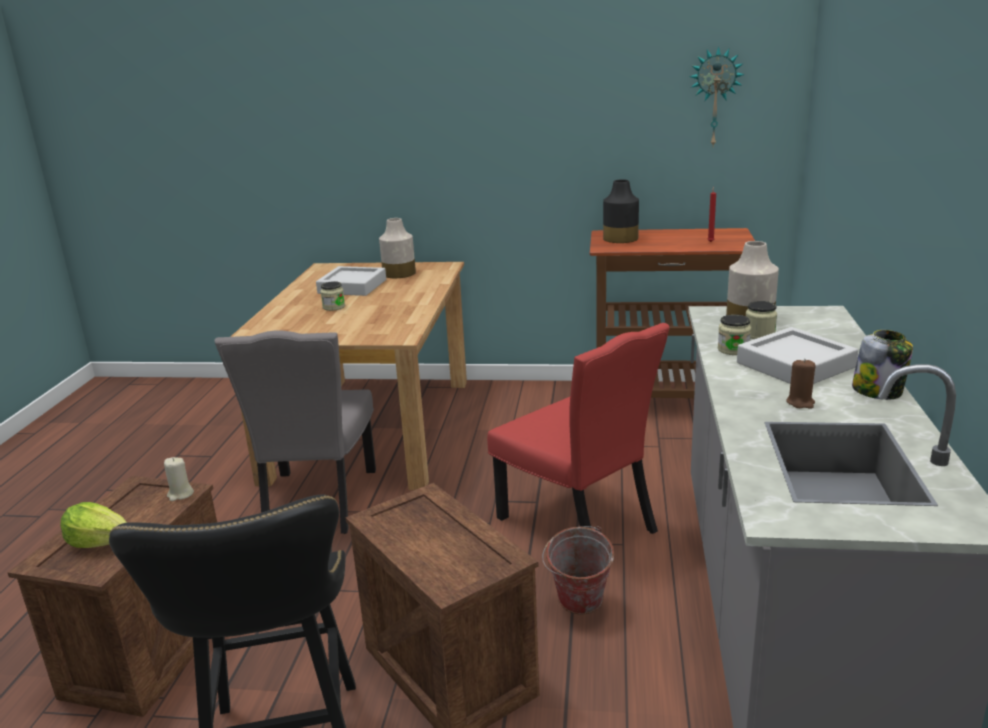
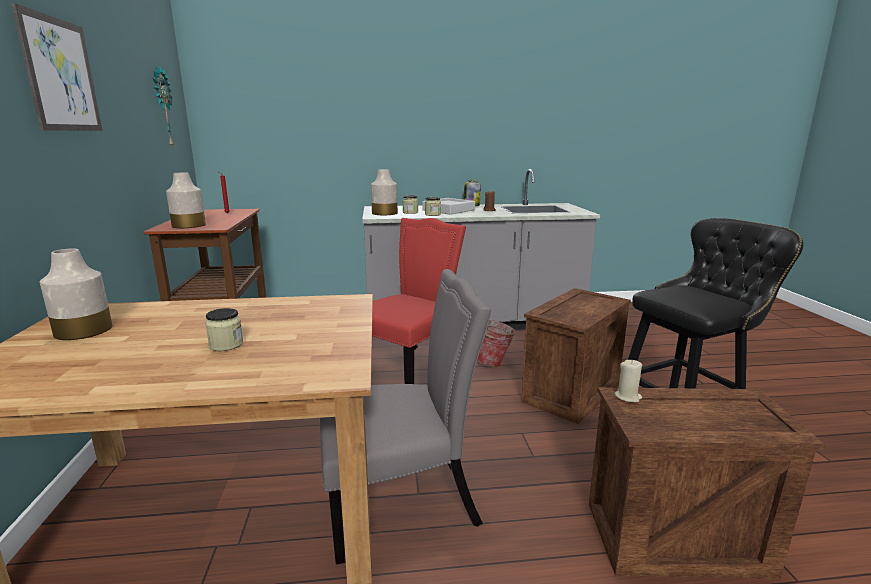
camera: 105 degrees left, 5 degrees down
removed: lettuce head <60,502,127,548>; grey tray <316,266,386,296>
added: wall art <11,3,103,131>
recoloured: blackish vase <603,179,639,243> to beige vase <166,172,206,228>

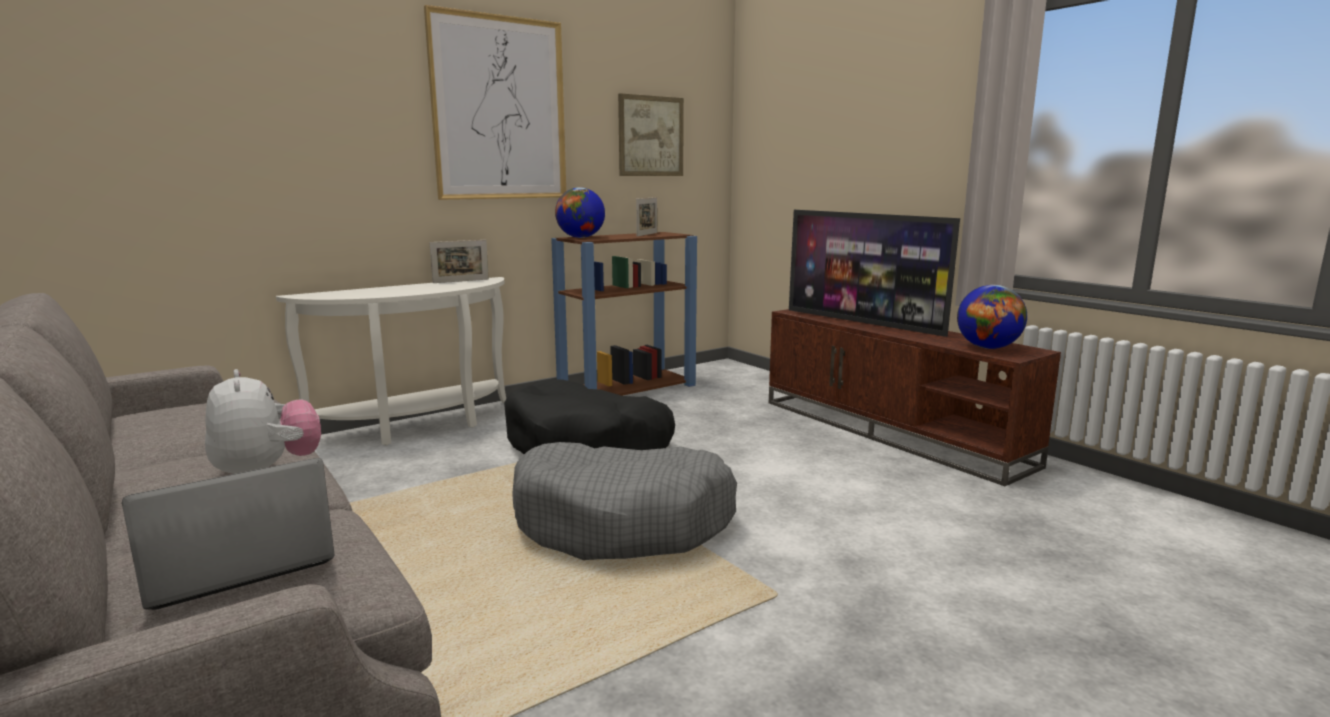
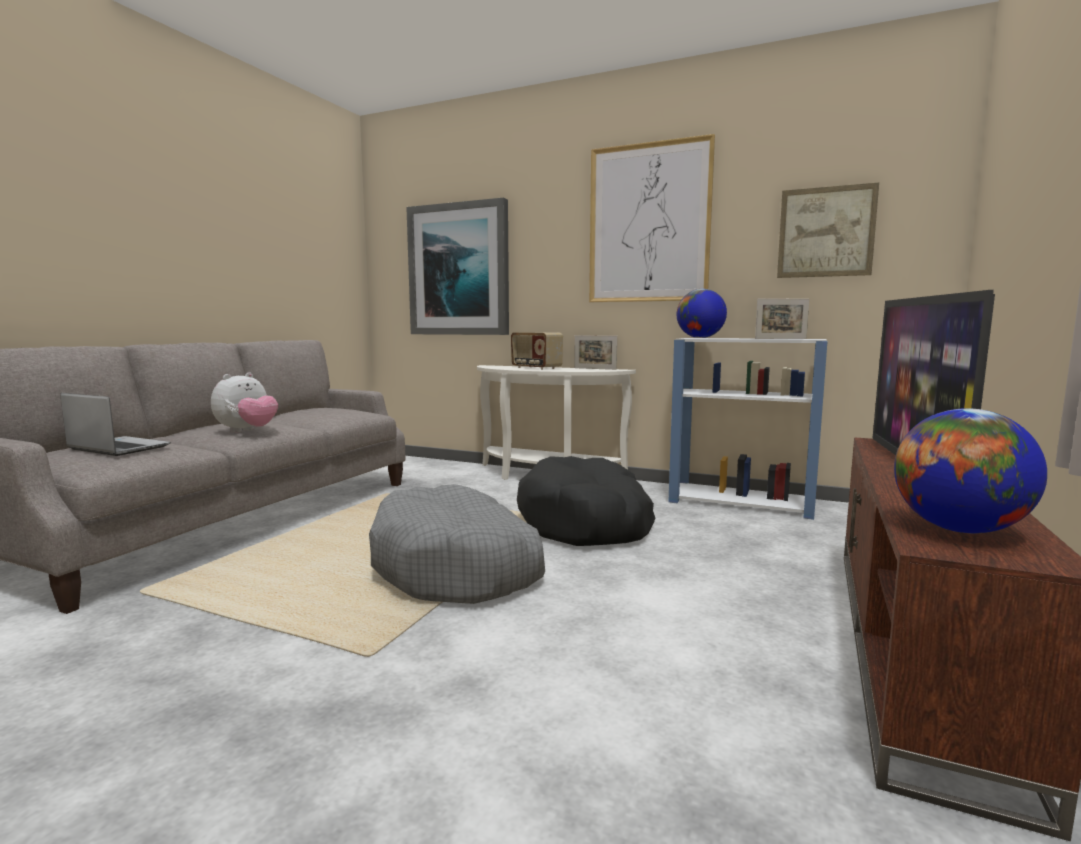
camera: 60 degrees right, 5 degrees down
added: wall art <406,198,509,335>; radio <511,332,563,370>
recoloured: brownish shelving unit <551,232,697,396> to white-coloured shelving unit <668,338,828,520>

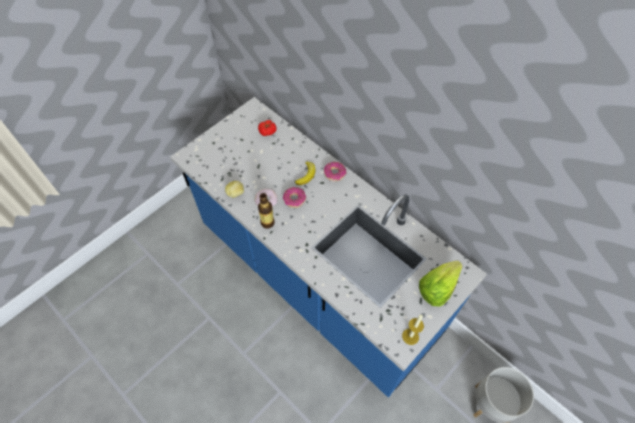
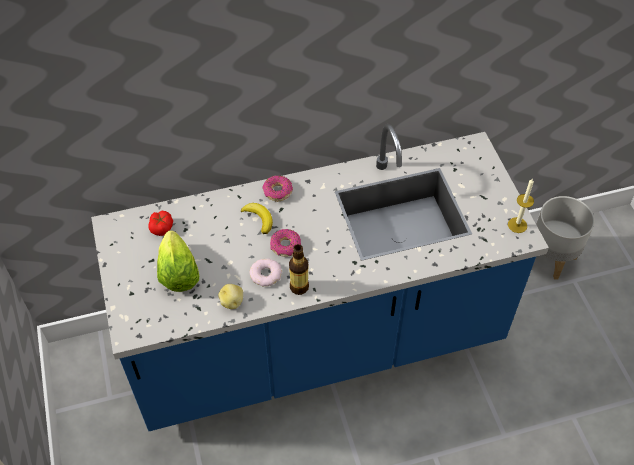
camera: 60 degrees left, 5 degrees down
moved: lettuce head <419,261,463,306> to <157,230,199,292>

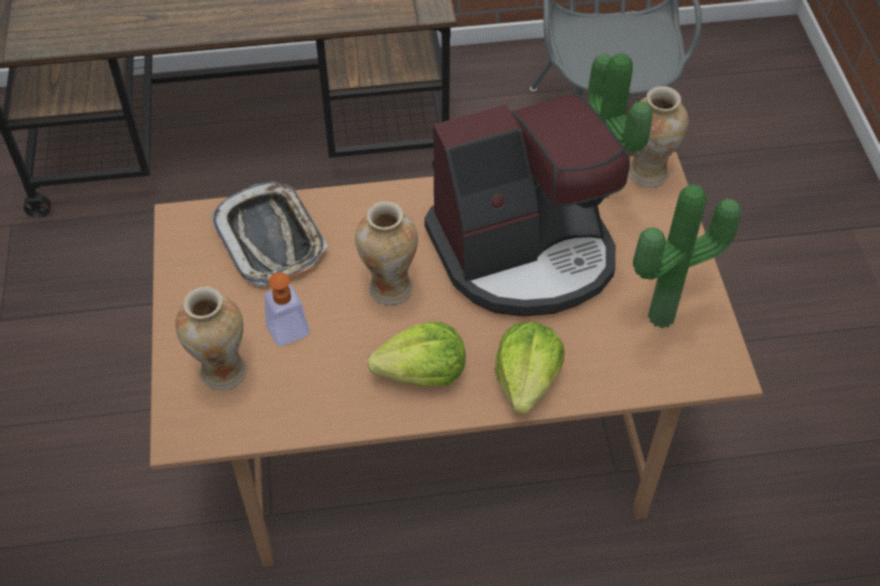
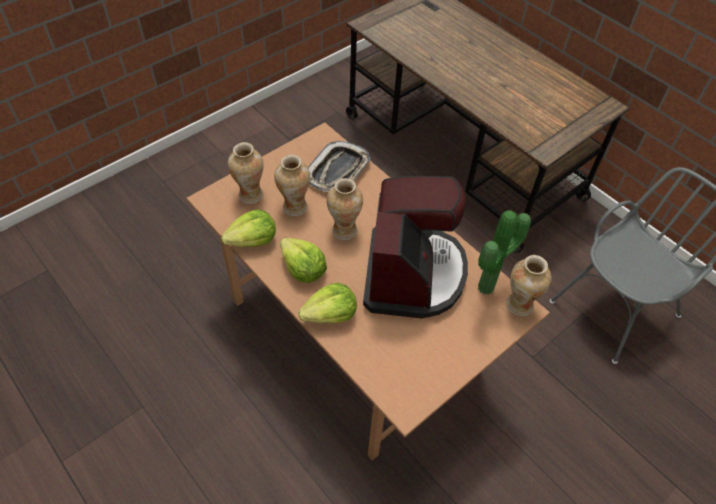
camera: 55 degrees right, 0 degrees up
removed: plant in a pot <633,184,741,328>
added: lettuce head <221,209,276,247>
replaced: liquid soap bottle <265,268,313,346> to vase <274,155,310,216>
turned: coffee machine <424,93,630,316> = <363,176,468,318> 120 degrees counterclockwise

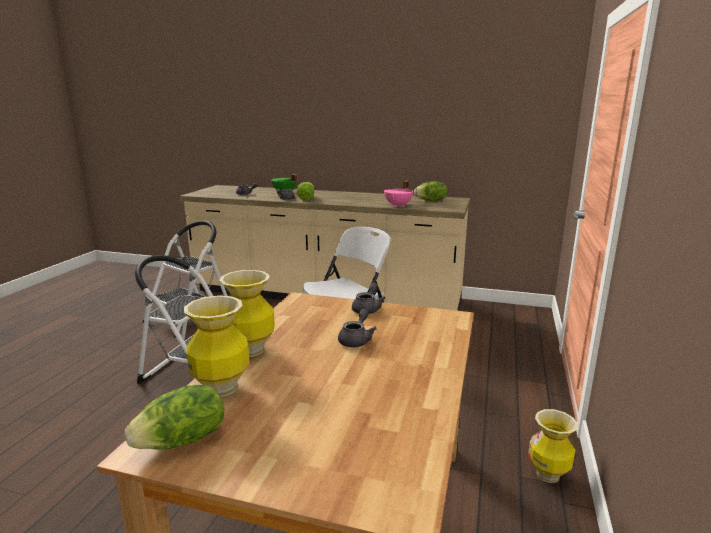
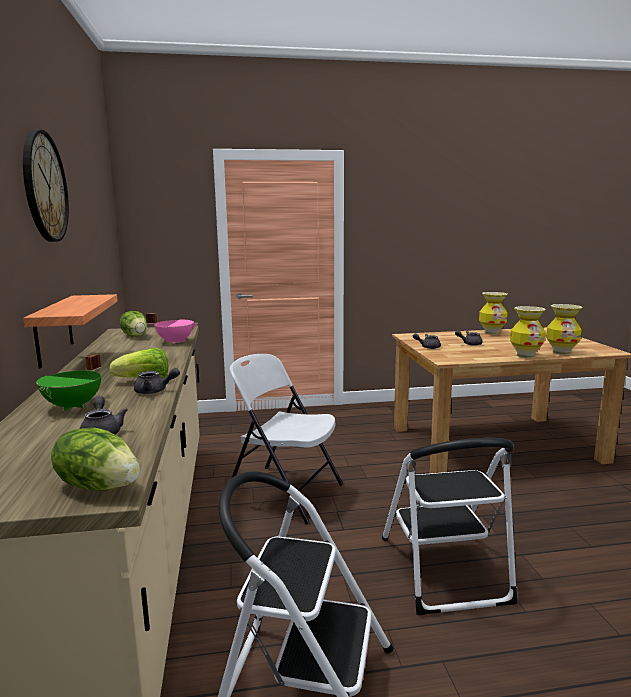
camera: 115 degrees left, 5 degrees down
added: clock on the wall <23,129,69,242>; shelf <23,294,118,368>
moved: lettuce head <125,385,224,450> to <51,427,140,491>; vase <528,409,578,483> to <479,292,508,335>

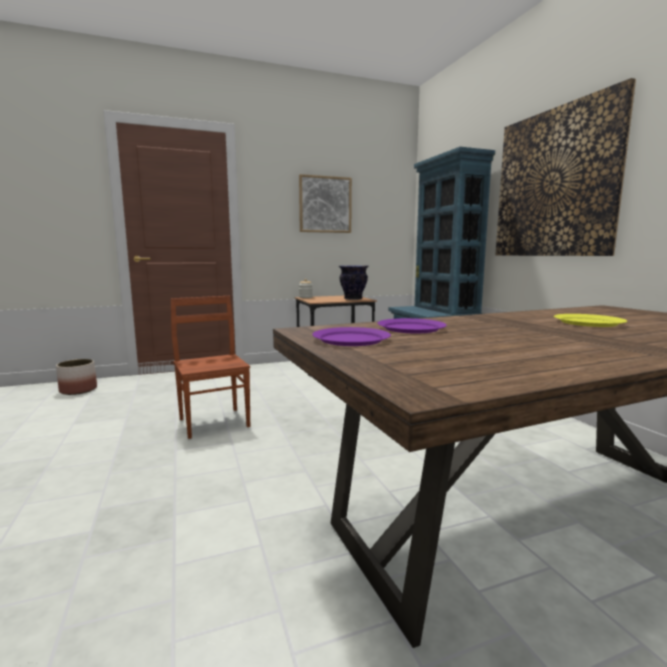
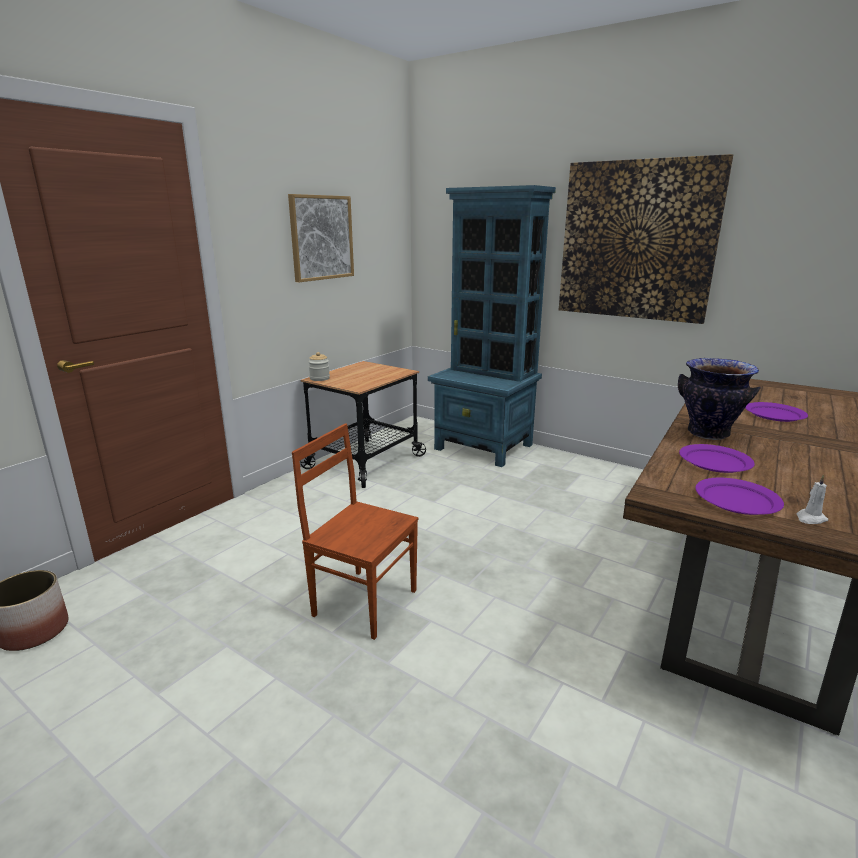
camera: 35 degrees left, 10 degrees up
added: white-coloured wax light <797,474,828,524>
moved: vase <339,265,369,300> to <678,358,761,440>
recoloured: yellowish flat dish <554,314,627,327> to purple-coloured flat dish <745,402,808,422>

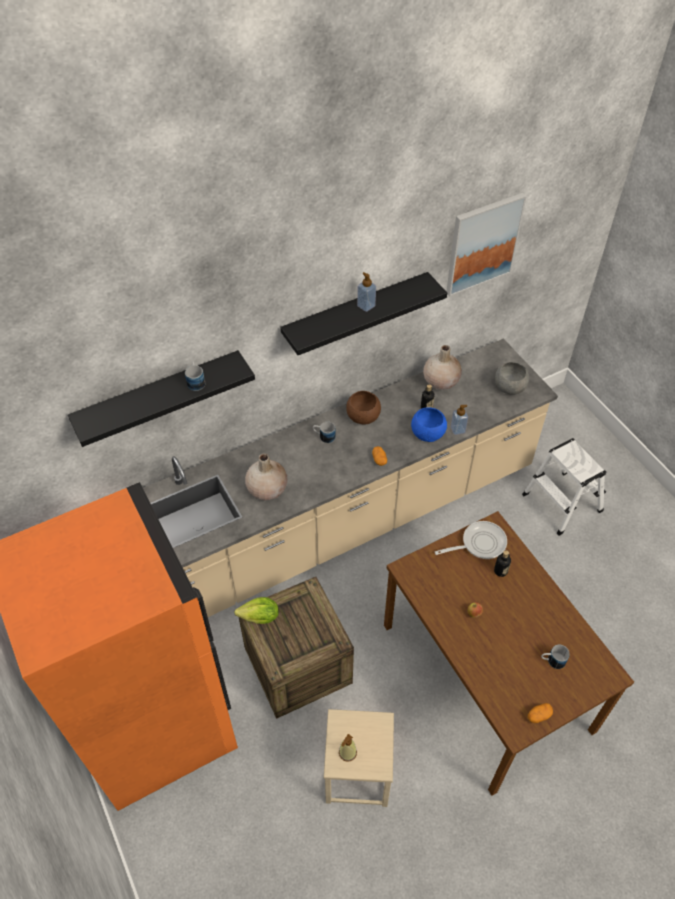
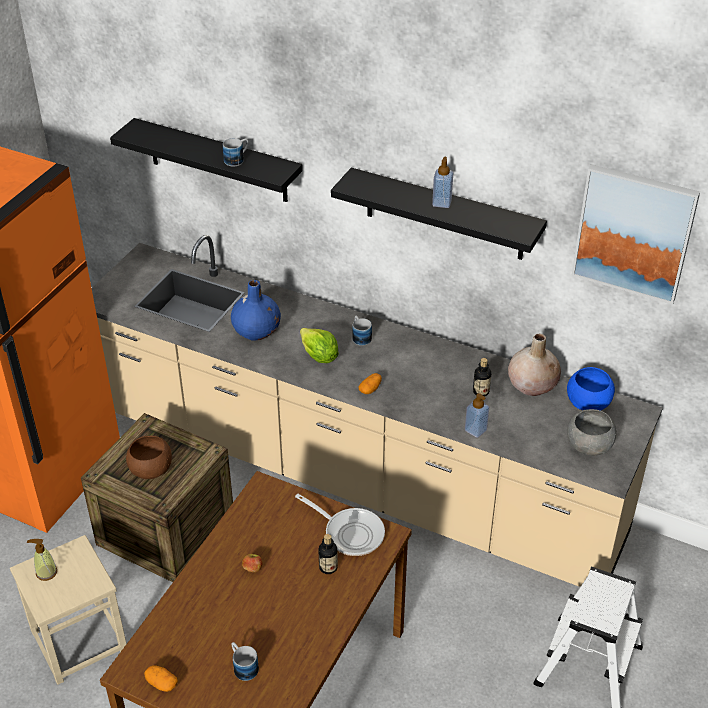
camera: 55 degrees right, 10 degrees down
moved: lettuce head <234,597,279,624> to <300,328,339,363>; brownish bowl <346,391,381,424> to <126,436,172,479>; blue-coloured bowl <411,407,447,442> to <567,367,615,411>
recoloured: beige vase <245,454,287,500> to blue-coloured vase <231,280,281,340>

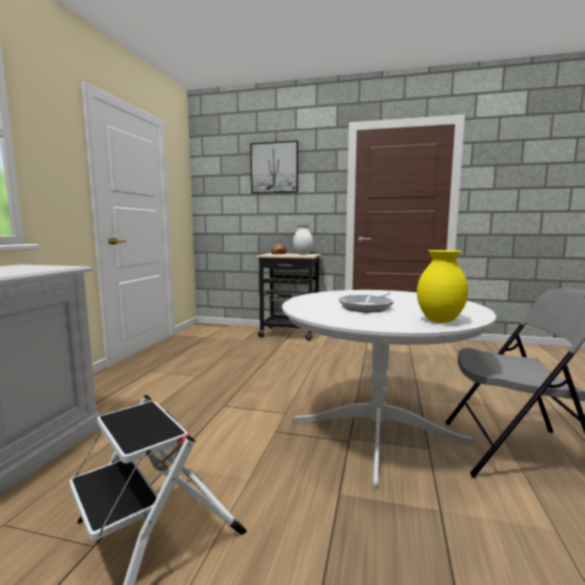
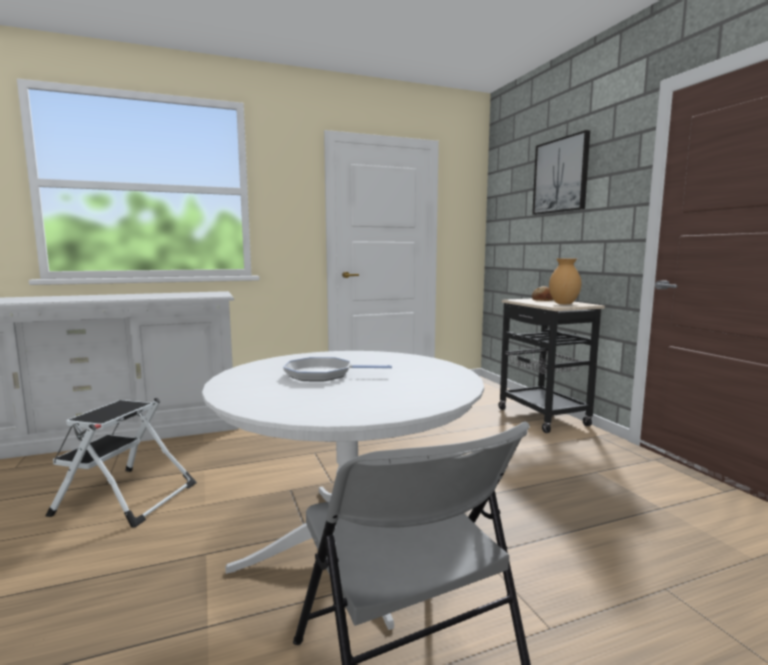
camera: 55 degrees right, 0 degrees up
removed: yellowish vase <417,250,468,323>
recoloured: white-coloured vase <293,224,313,255> to brownish vase <549,258,581,304>

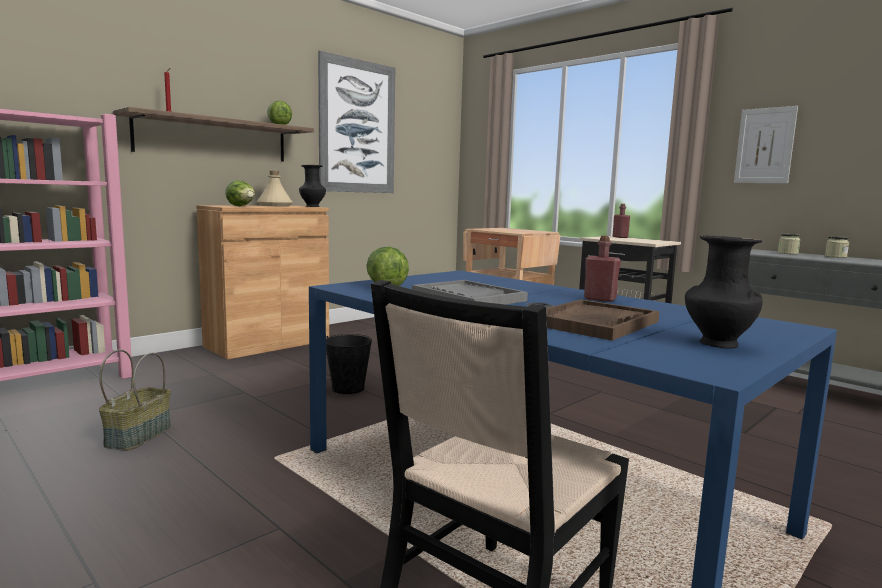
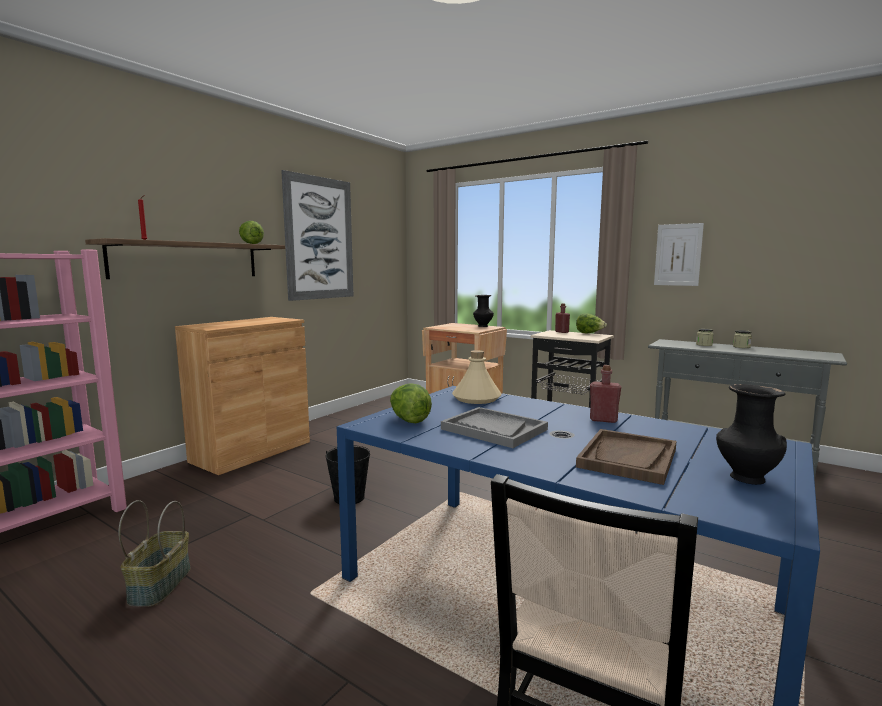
camera: 10 degrees left, 0 degrees up
moved: lettuce head <225,180,255,206> to <576,313,607,333>; beige beverage bottle <257,171,293,206> to <452,350,502,404>; blackish vase <299,165,326,207> to <473,295,494,327>

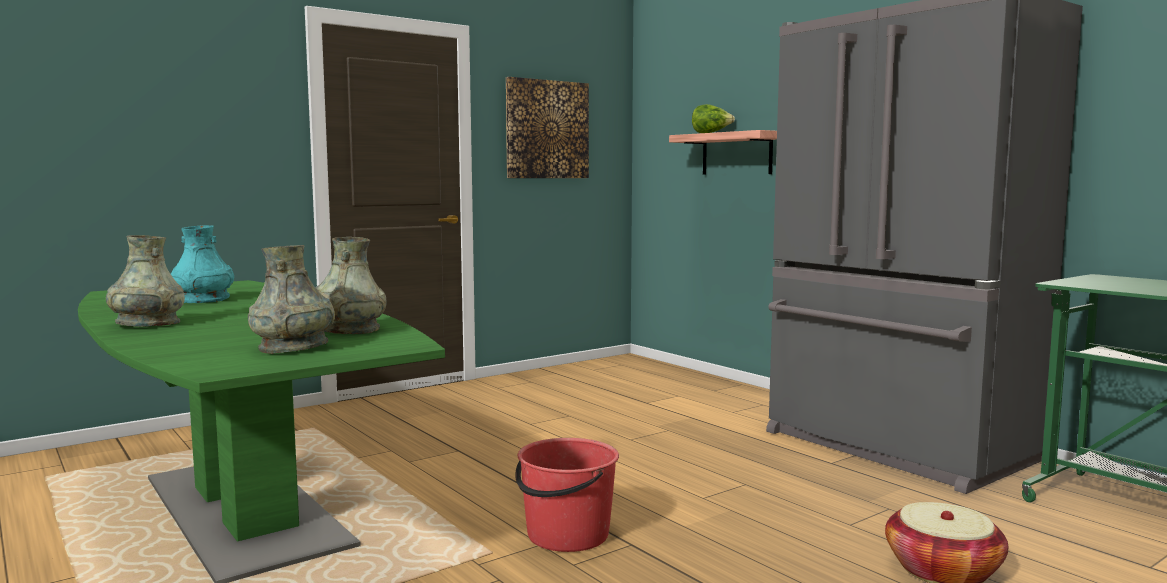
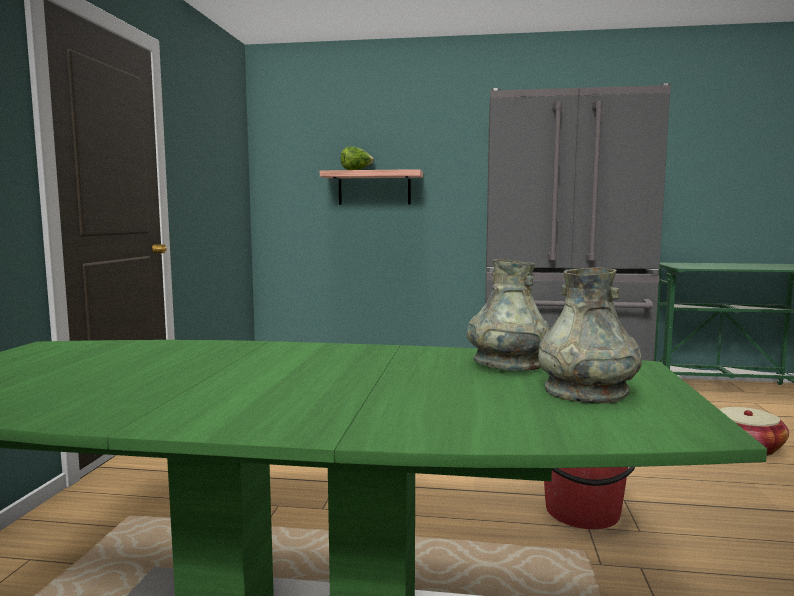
camera: 45 degrees left, 0 degrees up
removed: grey vase <106,235,185,327>; turquoise vase <171,225,234,303>; wall art <506,77,589,178>

